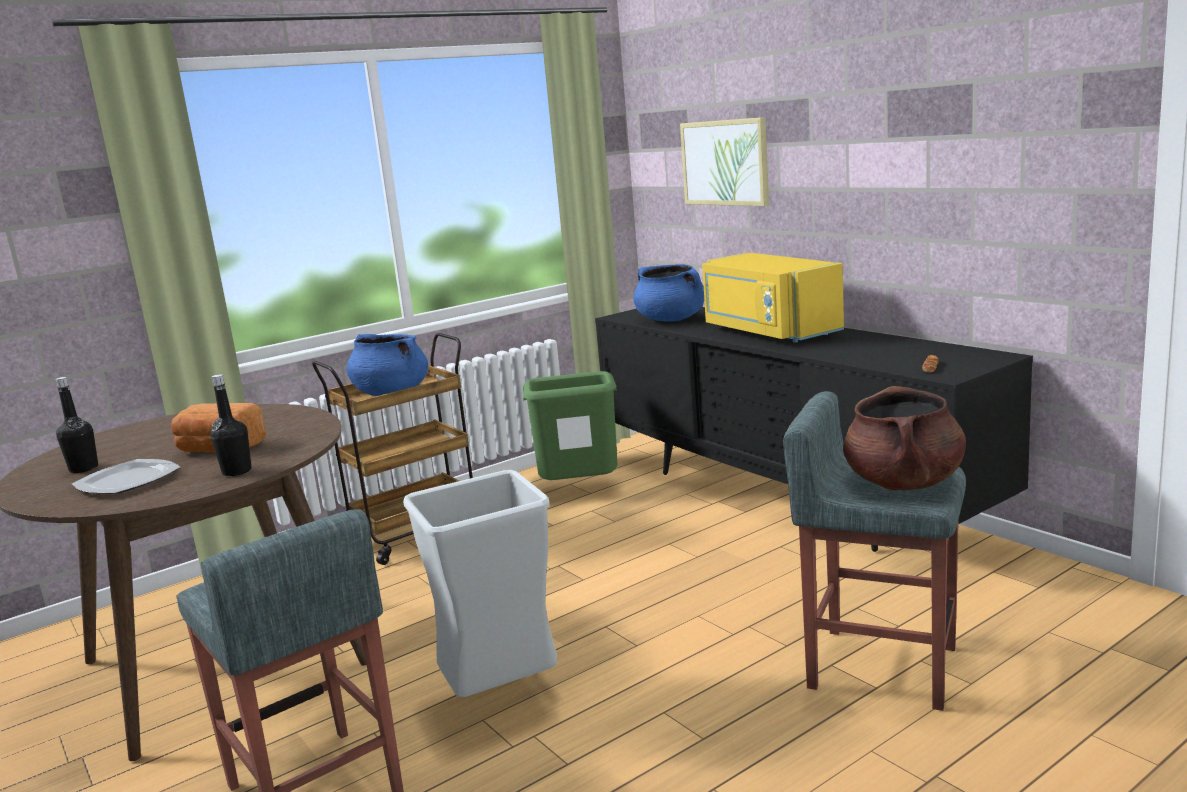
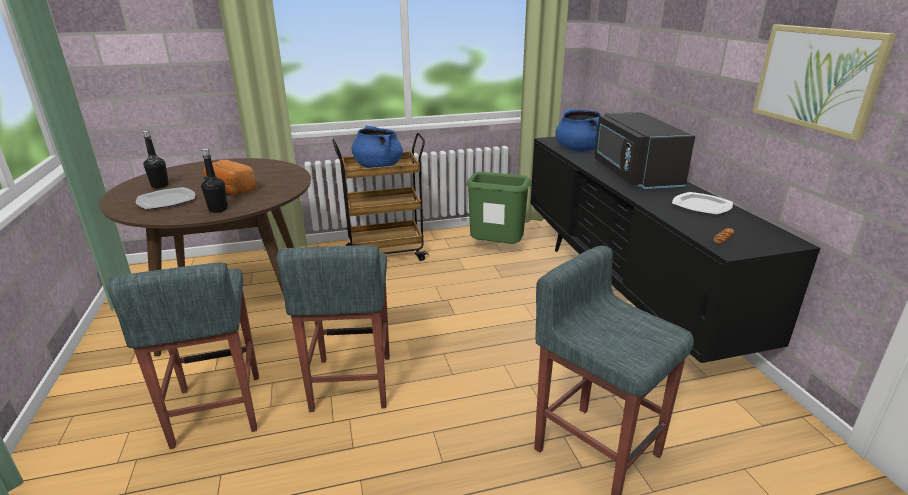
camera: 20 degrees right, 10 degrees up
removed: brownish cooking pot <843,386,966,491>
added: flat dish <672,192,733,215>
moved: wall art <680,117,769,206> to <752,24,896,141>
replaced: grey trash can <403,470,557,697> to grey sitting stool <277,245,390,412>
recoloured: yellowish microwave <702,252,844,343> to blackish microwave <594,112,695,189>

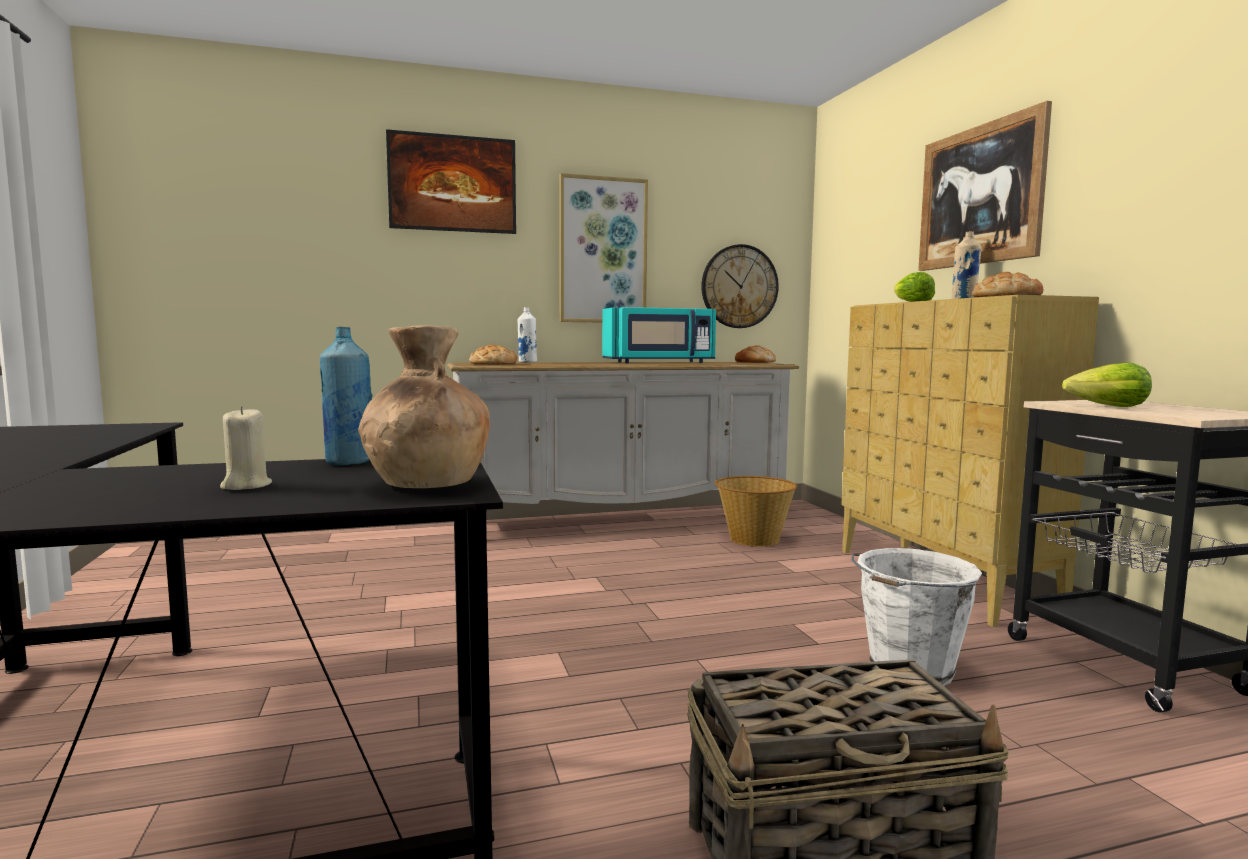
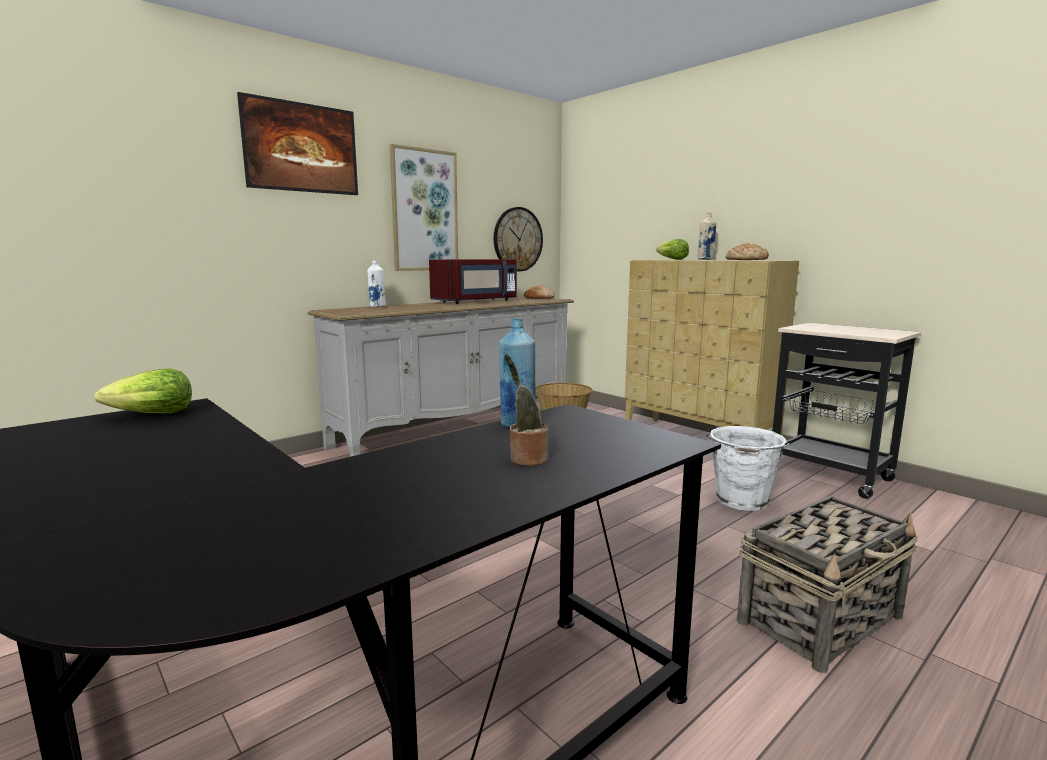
camera: 25 degrees left, 5 degrees up
removed: brownish vase <358,325,490,488>; baked bread <469,345,517,364>; wall art <918,101,1052,271>
moved: lettuce head <1062,363,1152,407> to <95,368,192,413>
replaced: beige wax light <220,406,272,490> to plant in a pot <505,354,549,466>
recoloured: turquoise microwave <602,307,716,363> to reddish microwave <429,259,517,304>

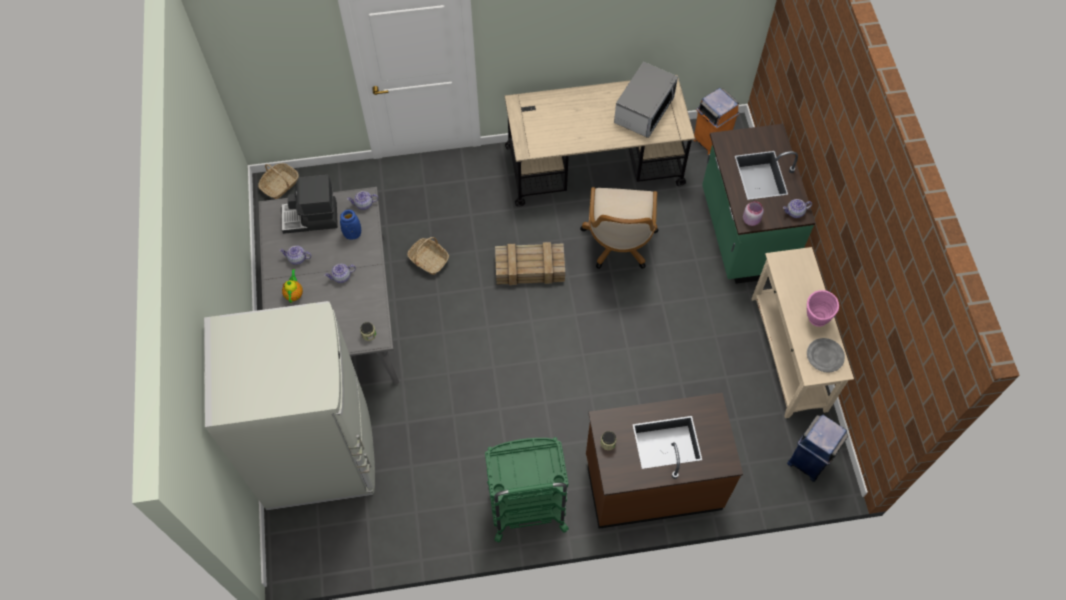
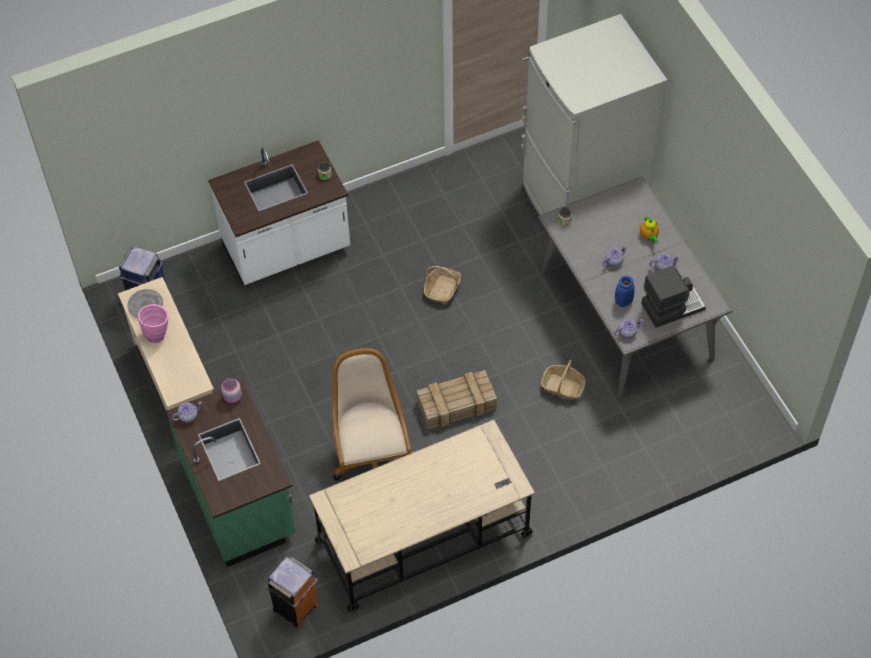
camera: 165 degrees right, 5 degrees down
removed: green cart <485,437,569,542>; microwave <614,62,678,138>
moved: storage basket <258,163,299,199> to <424,266,461,304>
recoloured: brownish kitchen base unit <586,393,743,529> to white-coloured kitchen base unit <208,140,350,285>

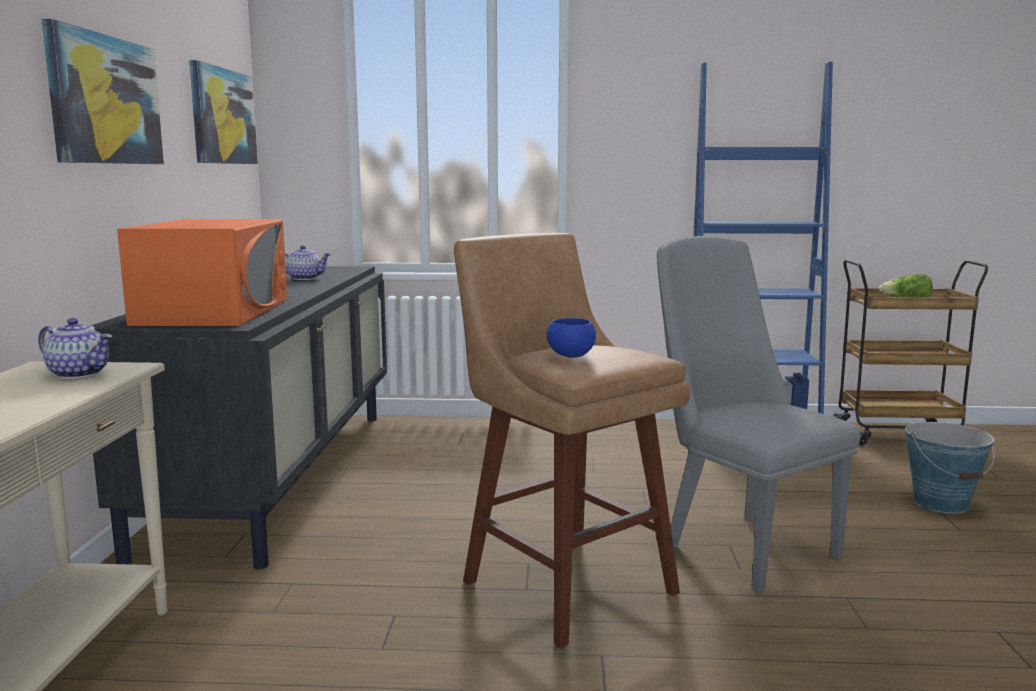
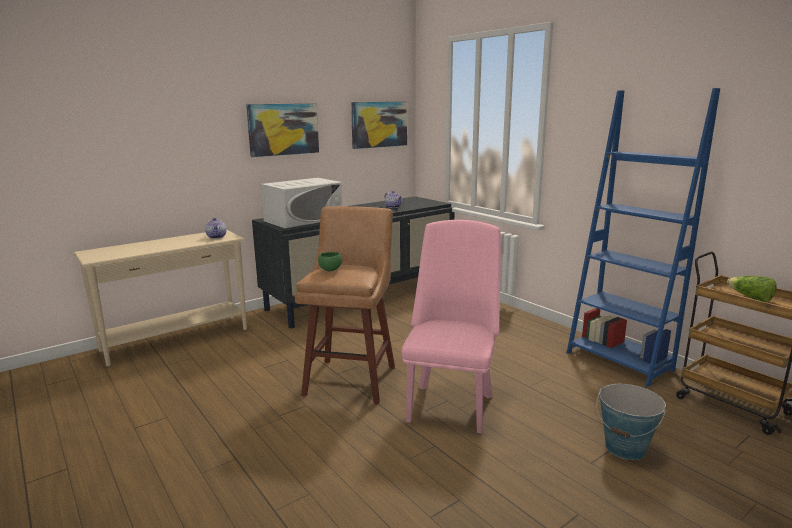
camera: 50 degrees right, 5 degrees up
recoloured: orange microwave <117,219,287,326> to white-coloured microwave <261,178,342,228>; blue-coloured bowl <546,318,596,358> to green bowl <318,252,342,271>; grey plain chair <657,236,861,592> to pink-coloured plain chair <401,220,501,433>

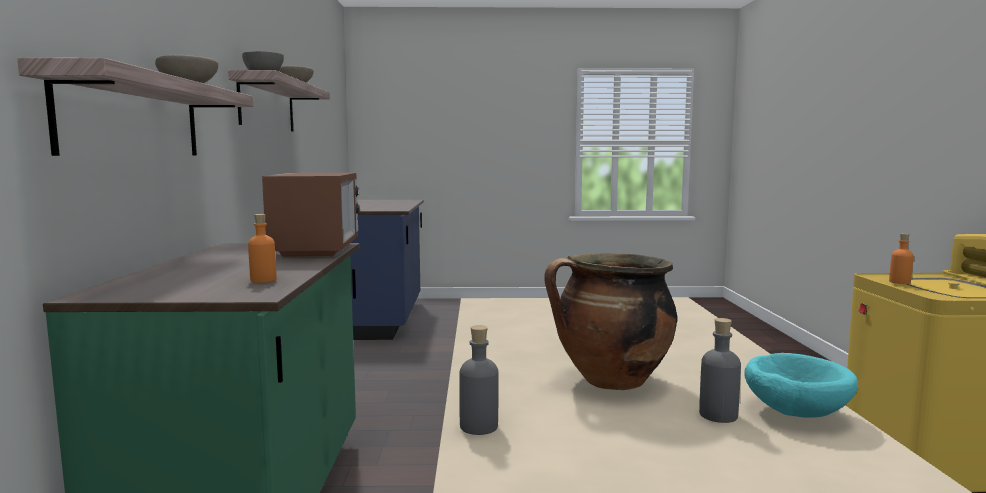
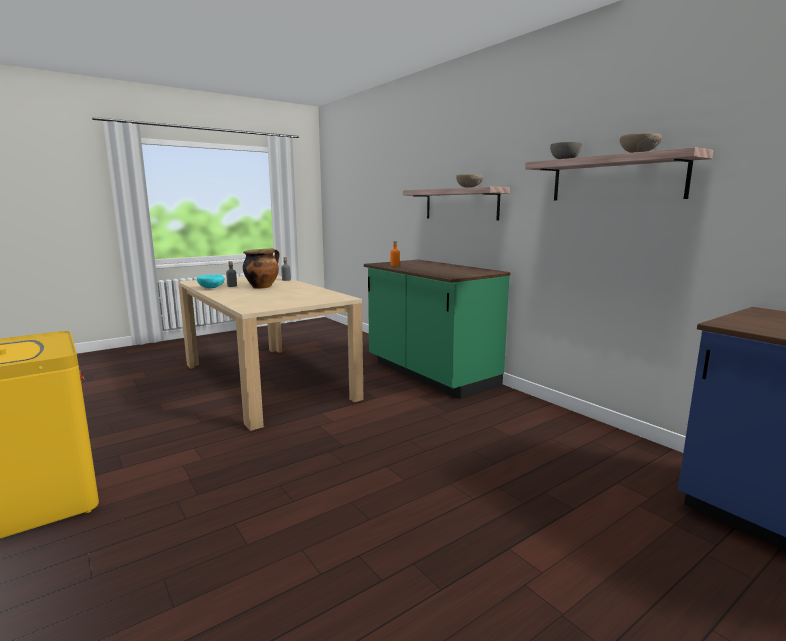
camera: 145 degrees right, 5 degrees up
removed: microwave <262,173,360,257>; orange beverage bottle <889,233,914,284>

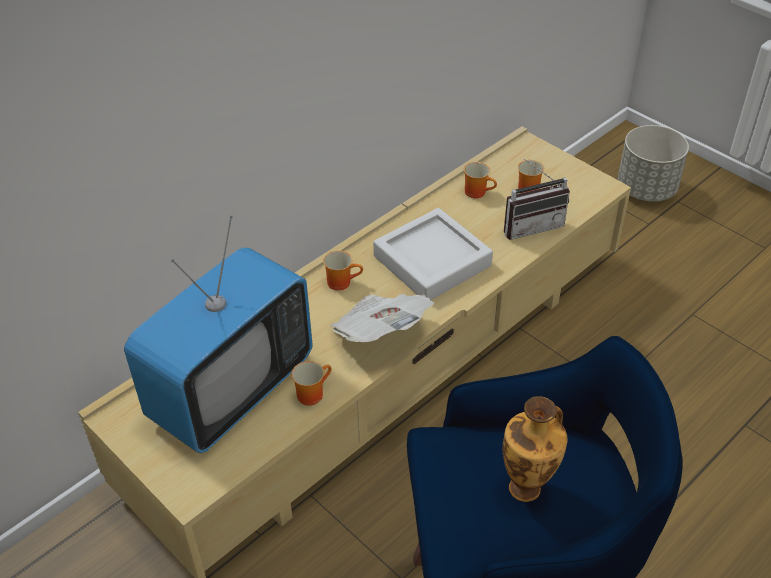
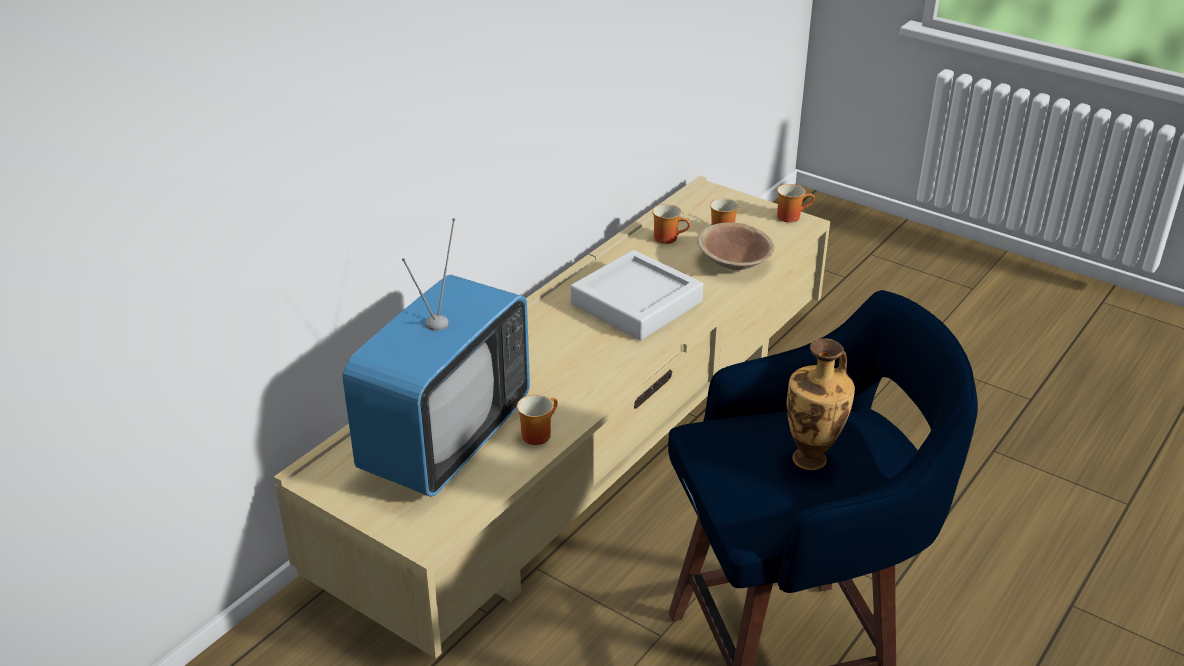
camera: 10 degrees left, 10 degrees down
removed: printed paper <330,294,434,342>; grey planter <618,125,689,201>
moved: tea mug <323,250,363,291> to <777,184,814,223>
replaced: radio <504,159,570,240> to brownish bowl <697,222,774,270>

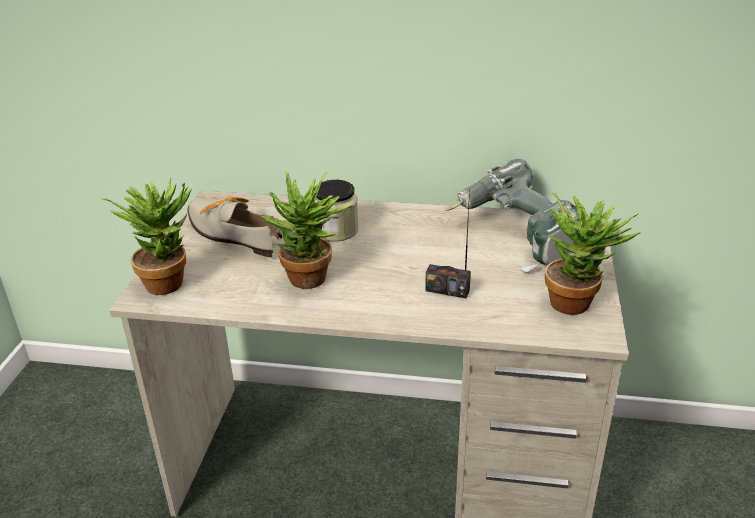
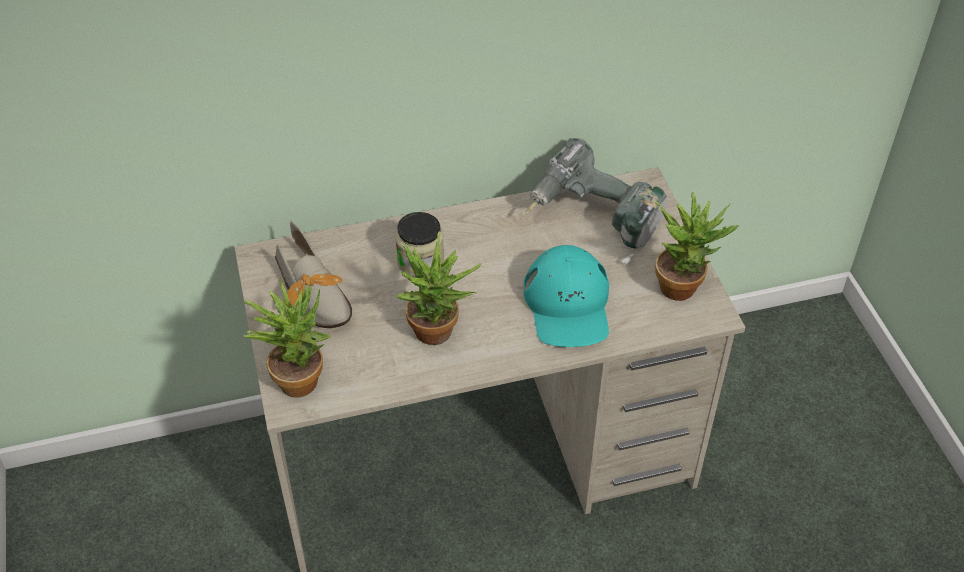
camera: 25 degrees left, 15 degrees up
replaced: radio <425,189,471,298> to turquoise peaked cap <524,245,609,347>
turned: item of footwear <188,196,282,258> = <275,221,352,328> 135 degrees counterclockwise

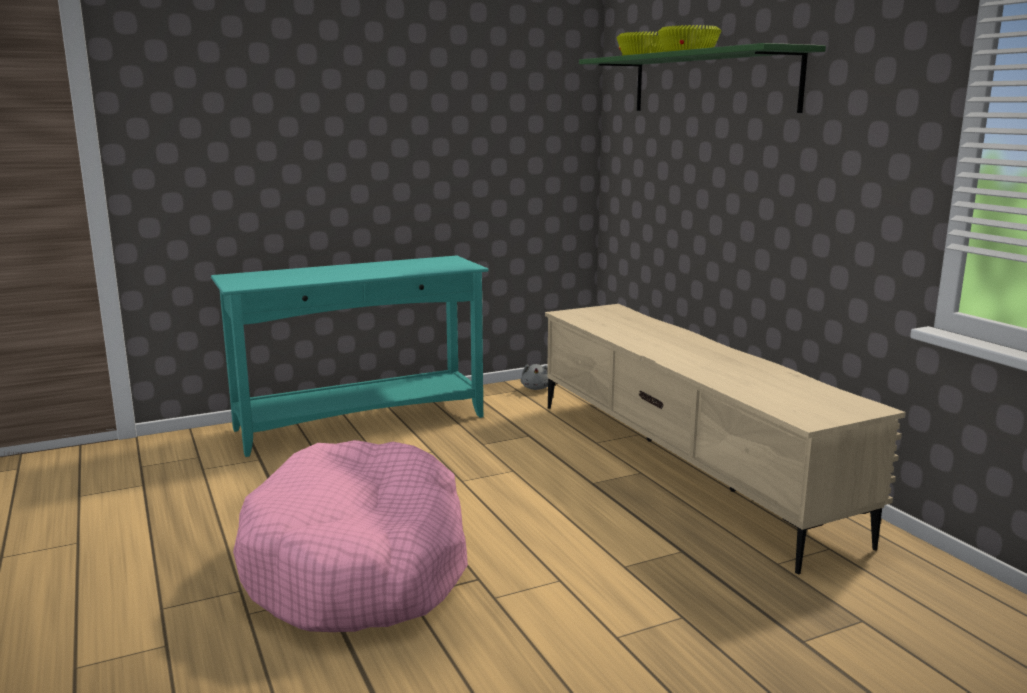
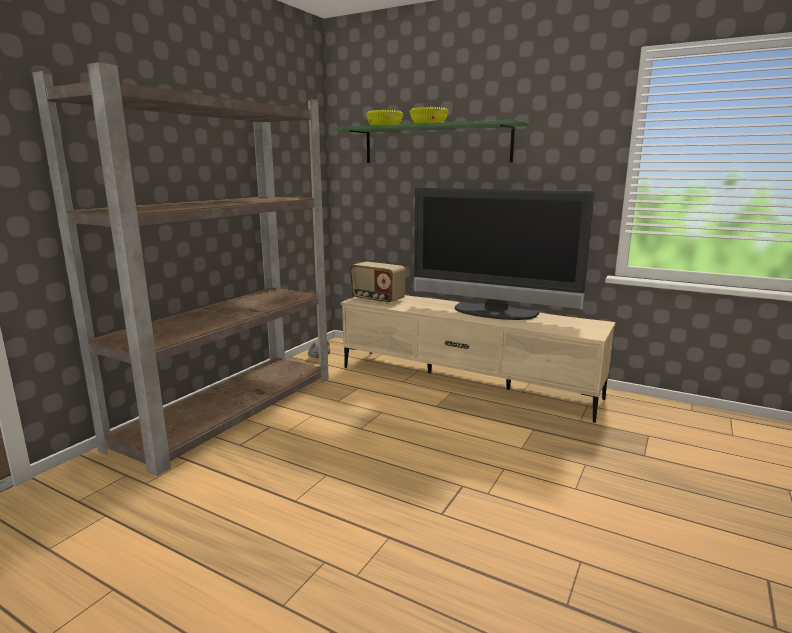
camera: 35 degrees left, 0 degrees up
removed: pink-coloured pet bed <233,440,468,632>
added: radio <350,261,406,304>; television <414,188,595,320>
replaced: turquoise hall table <211,255,488,457> to brownish shelving unit <32,62,329,476>

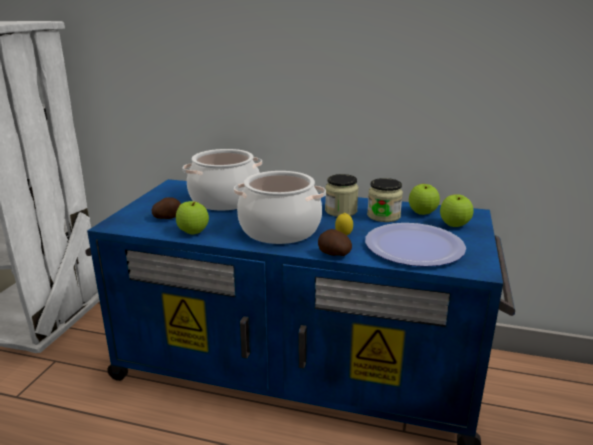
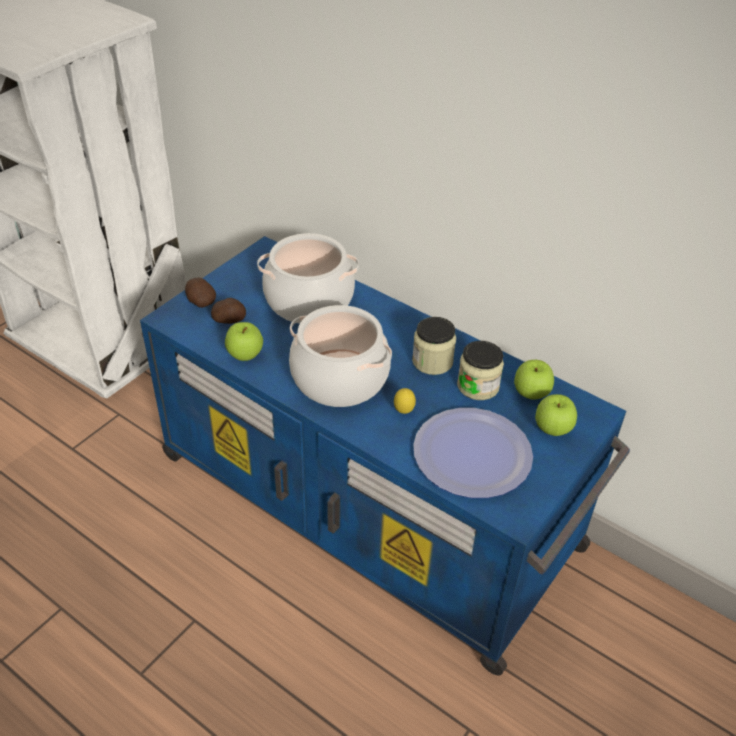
camera: 20 degrees right, 20 degrees up
moved: spud <318,229,352,256> to <185,278,216,308>

